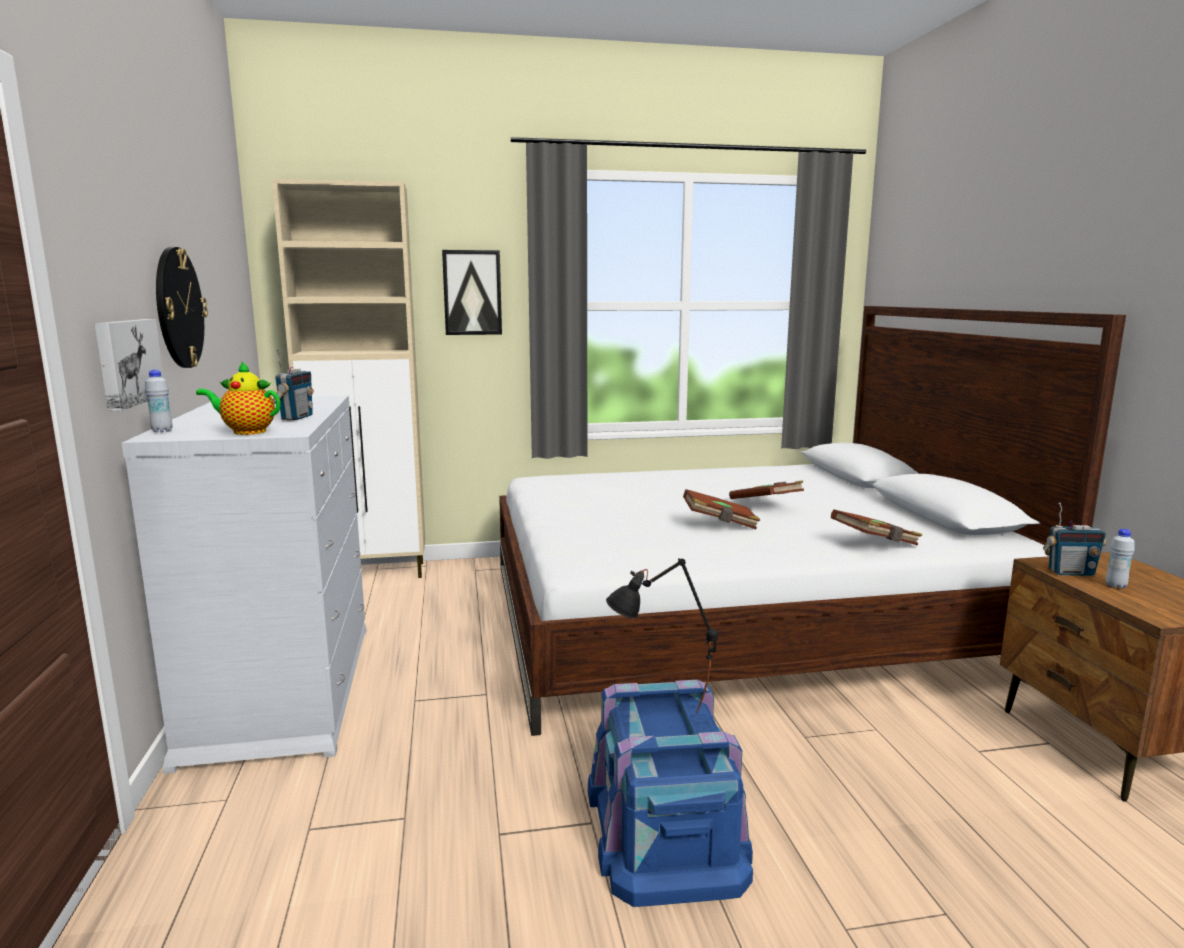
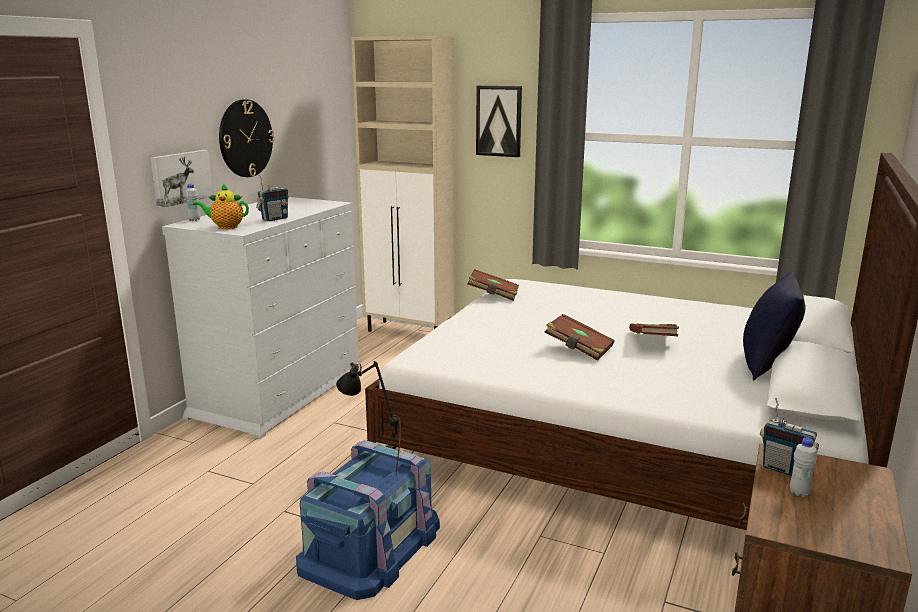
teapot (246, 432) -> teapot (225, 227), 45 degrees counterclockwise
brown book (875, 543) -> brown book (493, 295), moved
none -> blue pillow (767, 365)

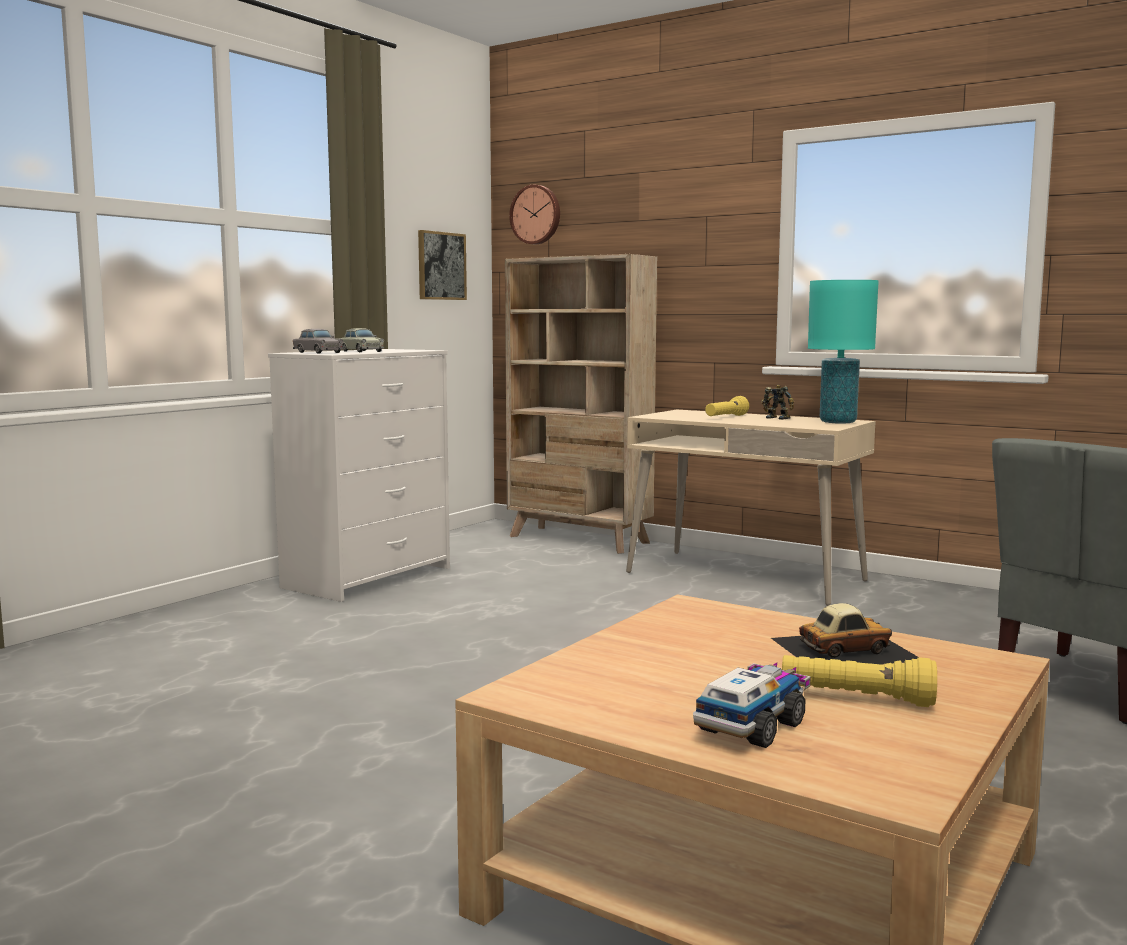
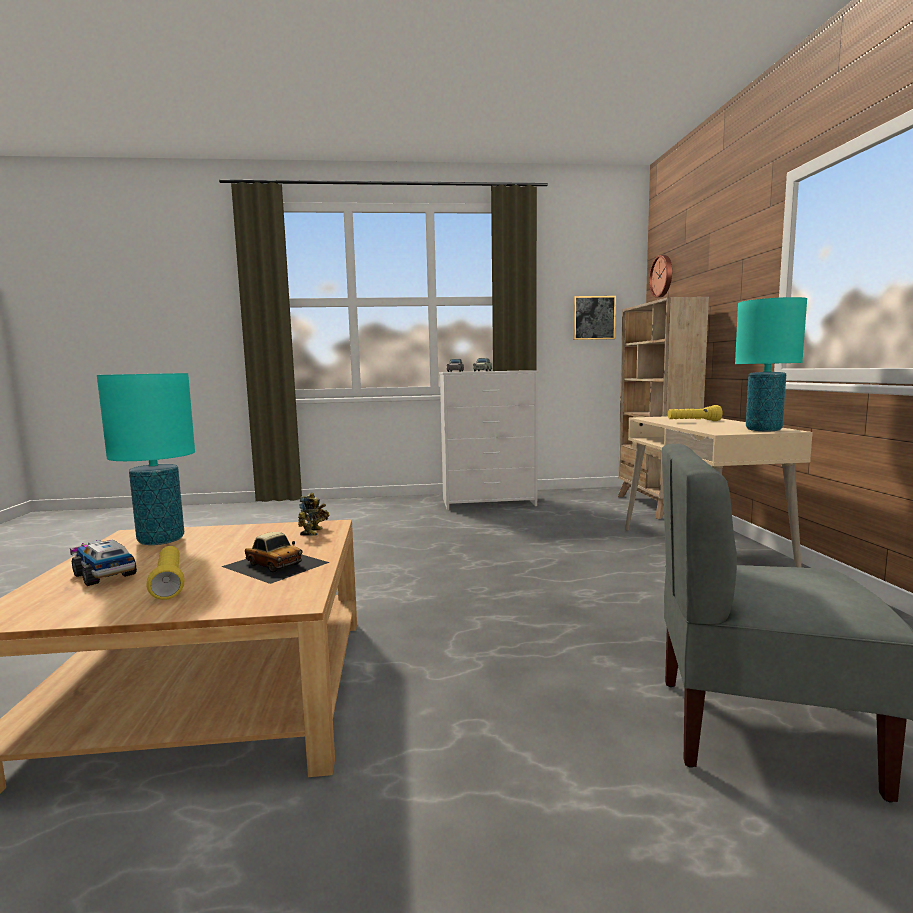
toy truck (752, 725) -> toy truck (104, 574), 135 degrees counterclockwise
toy robot (778, 418) -> toy robot (314, 532), moved
none -> turquoise table lamp (161, 540)

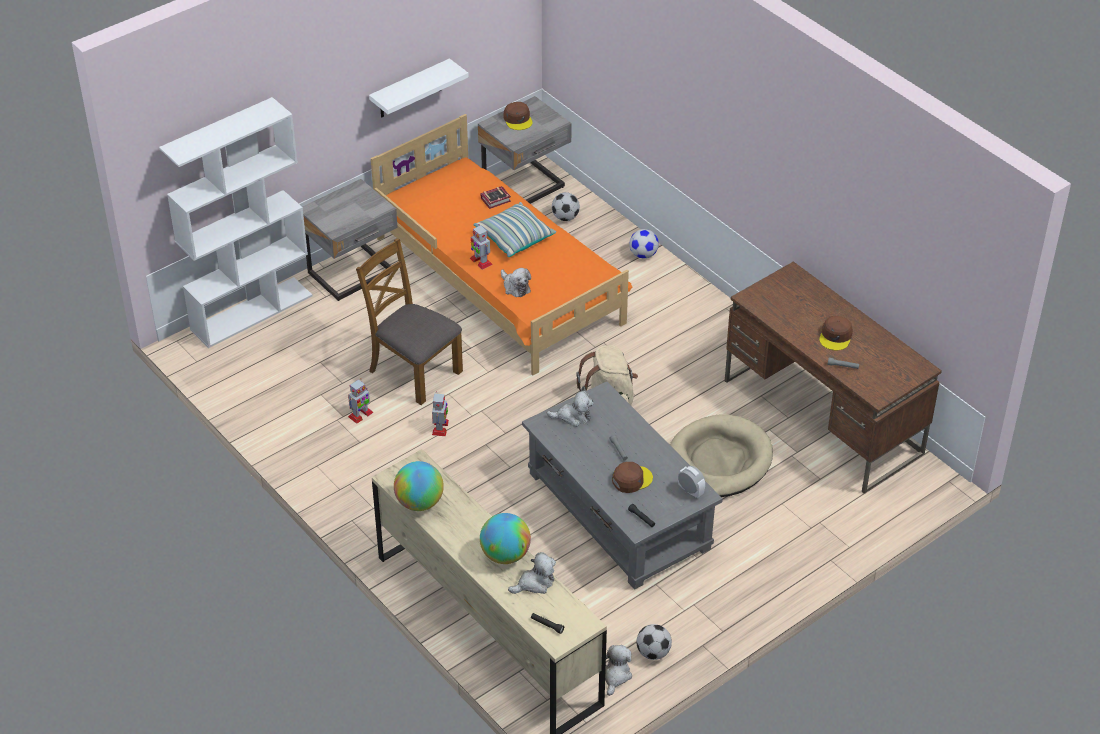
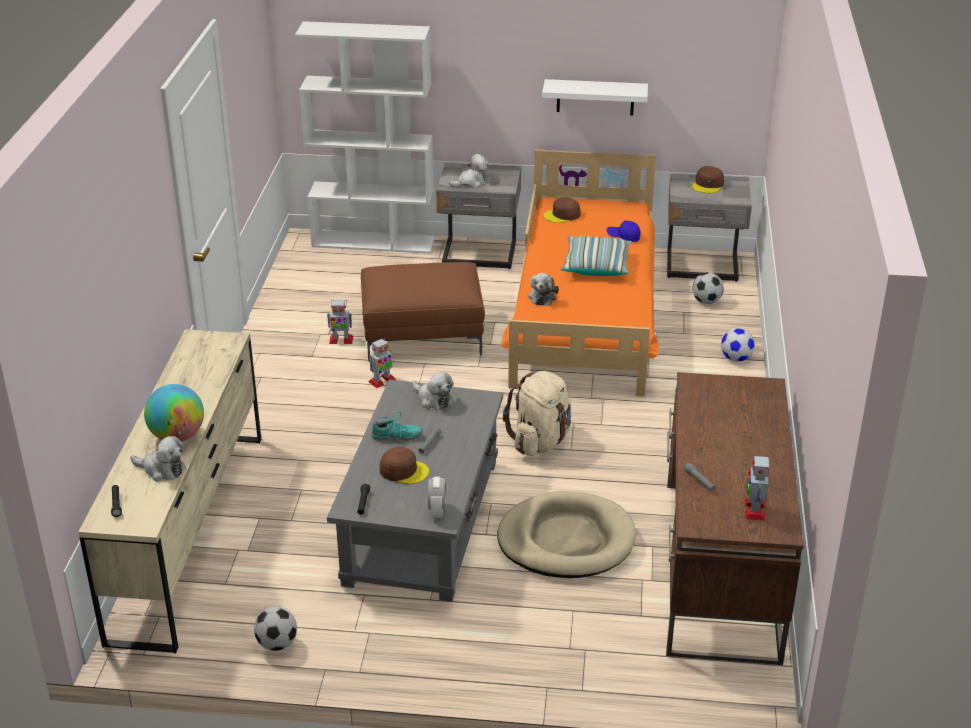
brown chair (414, 371) -> brown ottoman (423, 335)
globe (419, 502) -> none
toy robot (480, 261) -> toy robot (754, 509), moved
book (497, 200) -> blue cap (623, 237)
plush toy (616, 675) -> plush toy (471, 182), moved
brown cap (836, 336) -> brown cap (562, 215), moved
none -> turquoise shoe (396, 436)

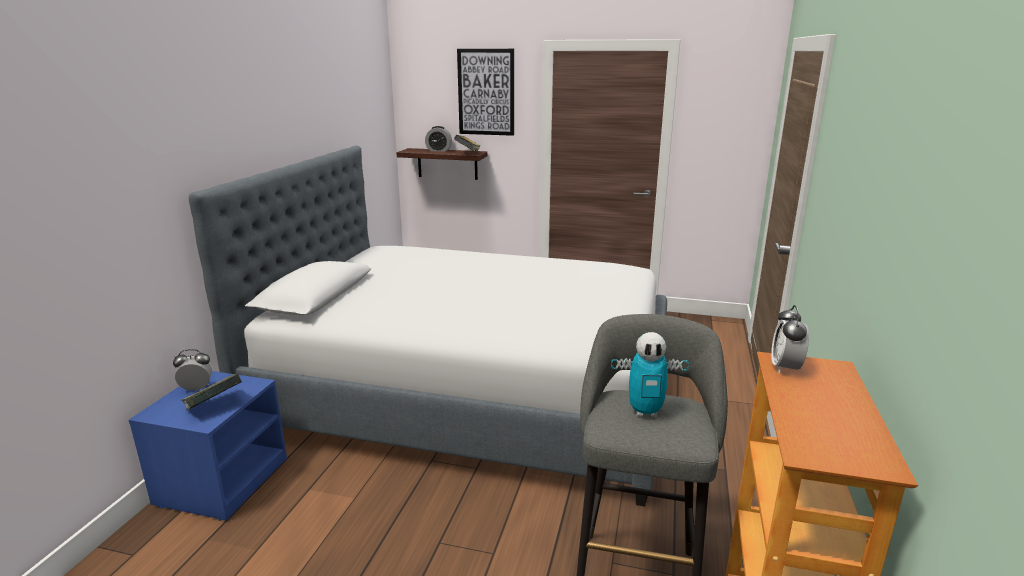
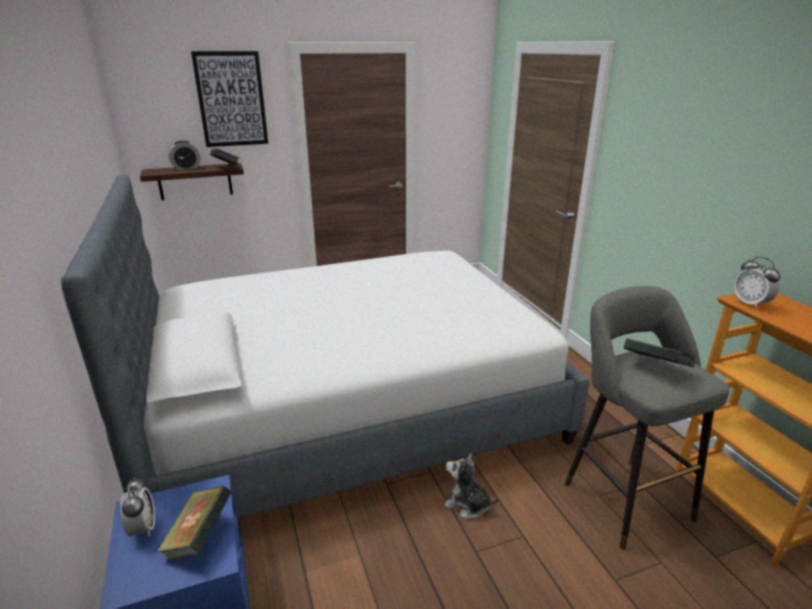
alarm clock (197, 389) -> alarm clock (143, 528), 120 degrees clockwise
toy robot (645, 412) -> book (655, 368)
none -> plush toy (467, 505)

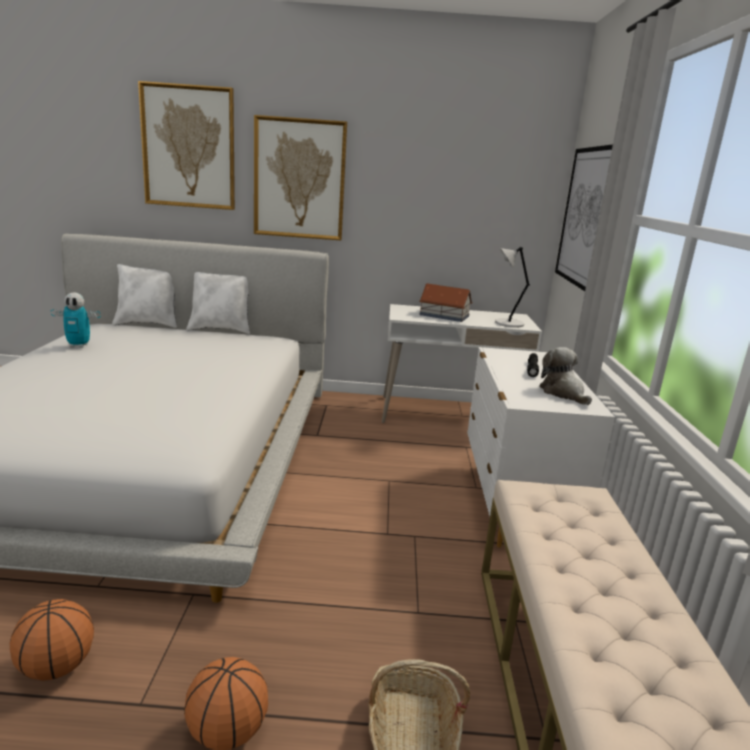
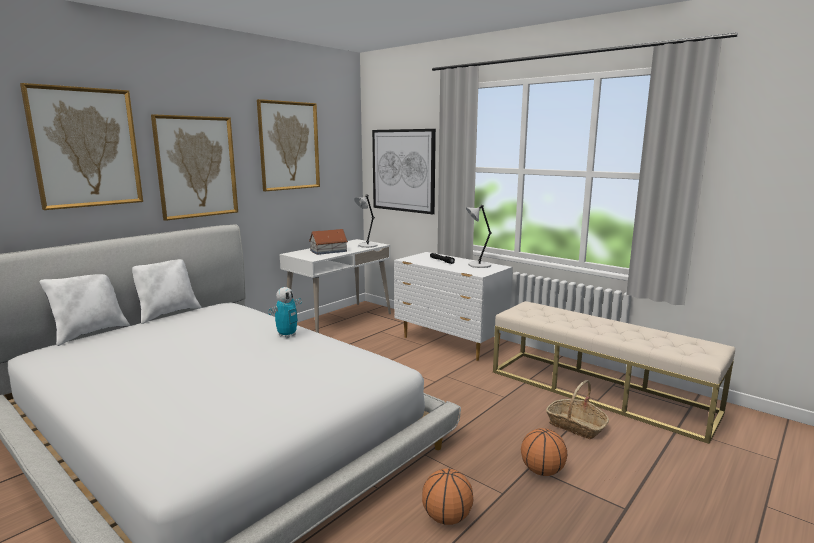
toy robot (79, 346) -> toy robot (287, 335), moved
plush toy (563, 393) -> grey table lamp (478, 265)
none -> picture (289, 146)

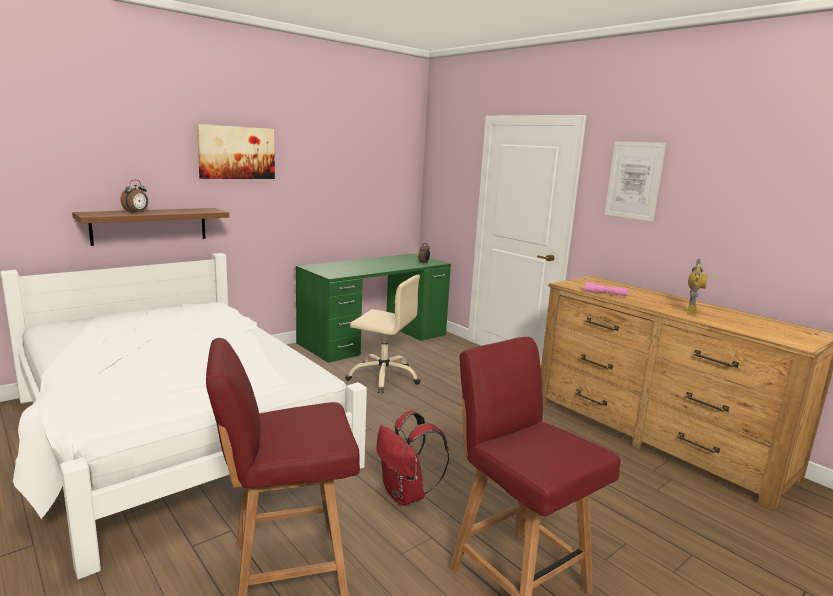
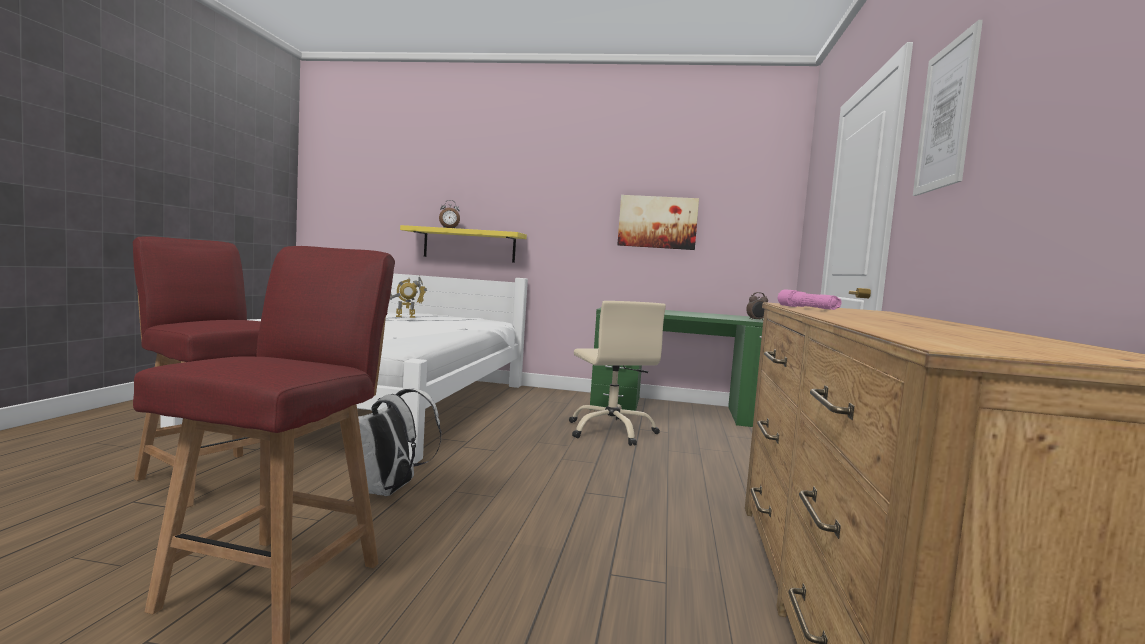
brown shelf (150, 225) -> yellow shelf (469, 245)
picture (236, 152) -> picture (657, 222), moved
red backpack (406, 495) -> white backpack (388, 491)
toy robot (691, 312) -> toy robot (405, 316), moved

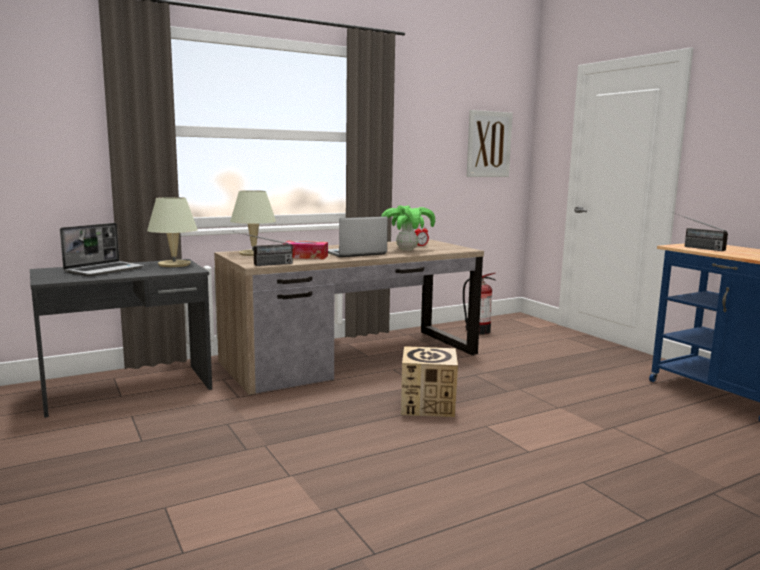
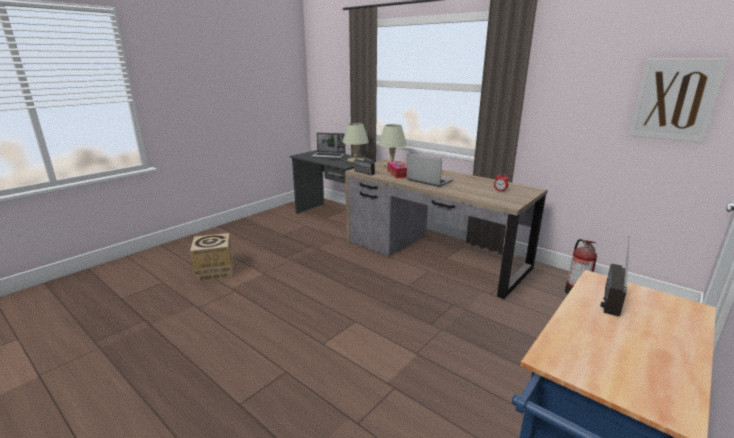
potted plant (406, 250) -> none
cardboard box (428, 405) -> cardboard box (215, 271), moved

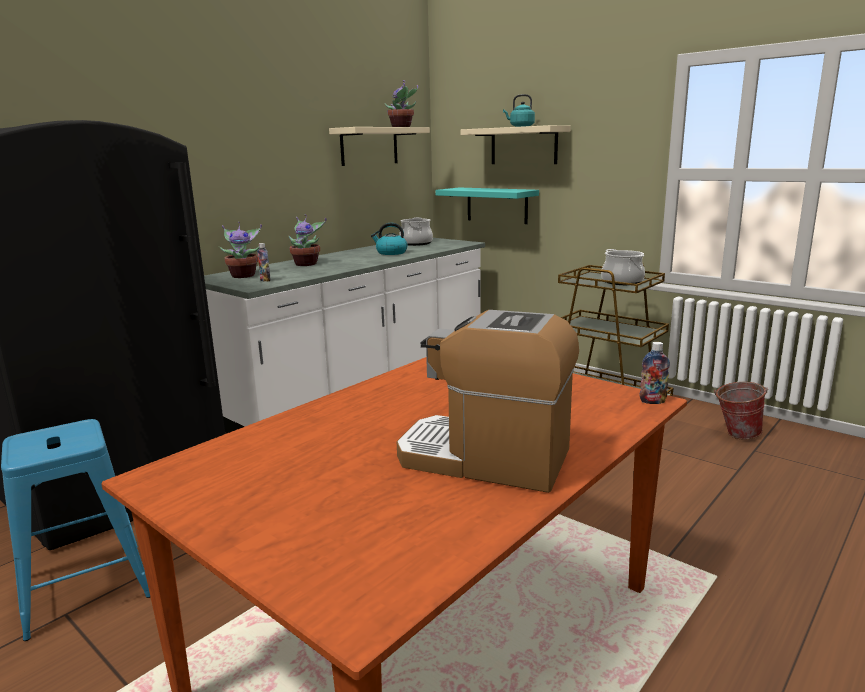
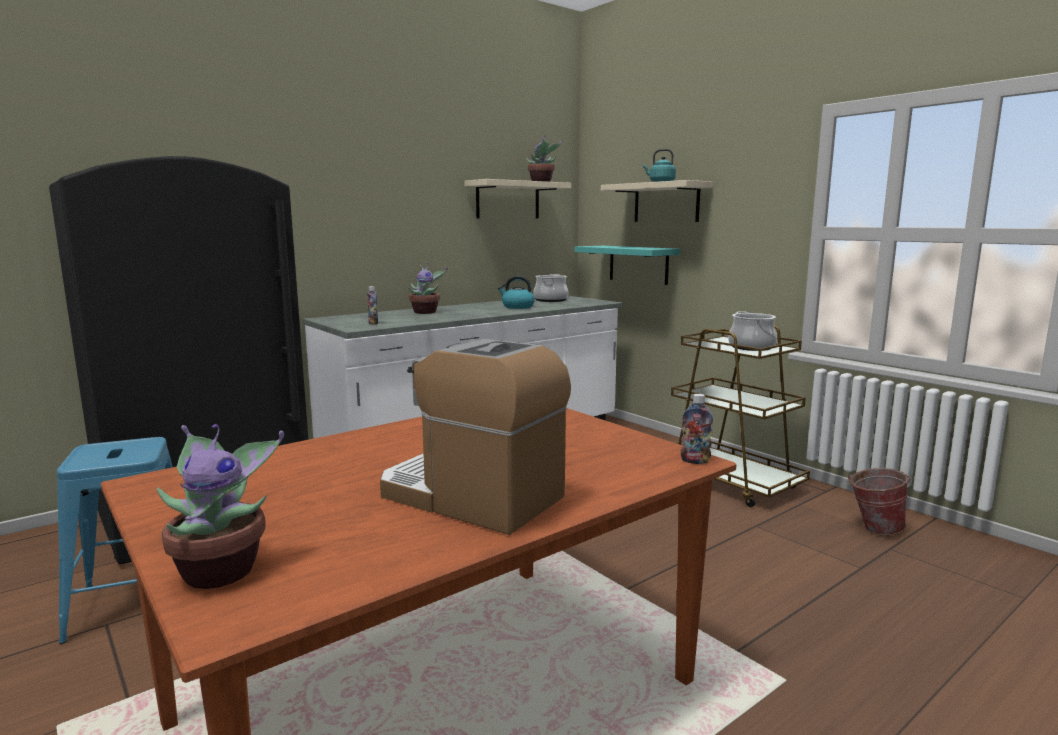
potted plant (244, 275) -> potted plant (223, 570), moved

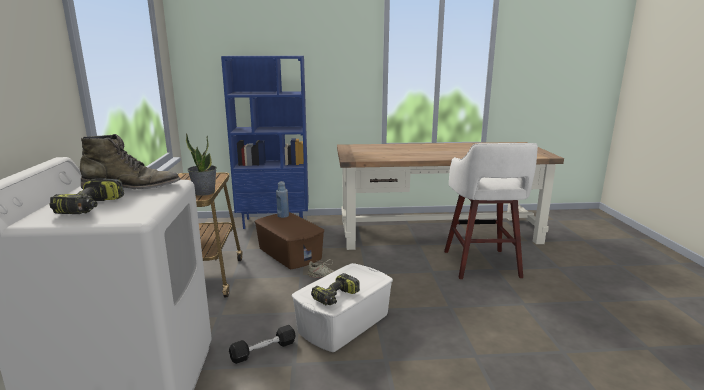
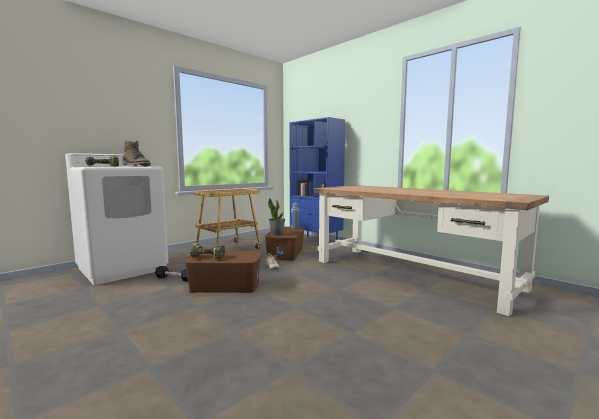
potted plant (204, 192) -> potted plant (277, 234), moved
white storage box (343, 323) -> brown storage box (225, 285)
white stool (481, 265) -> none

